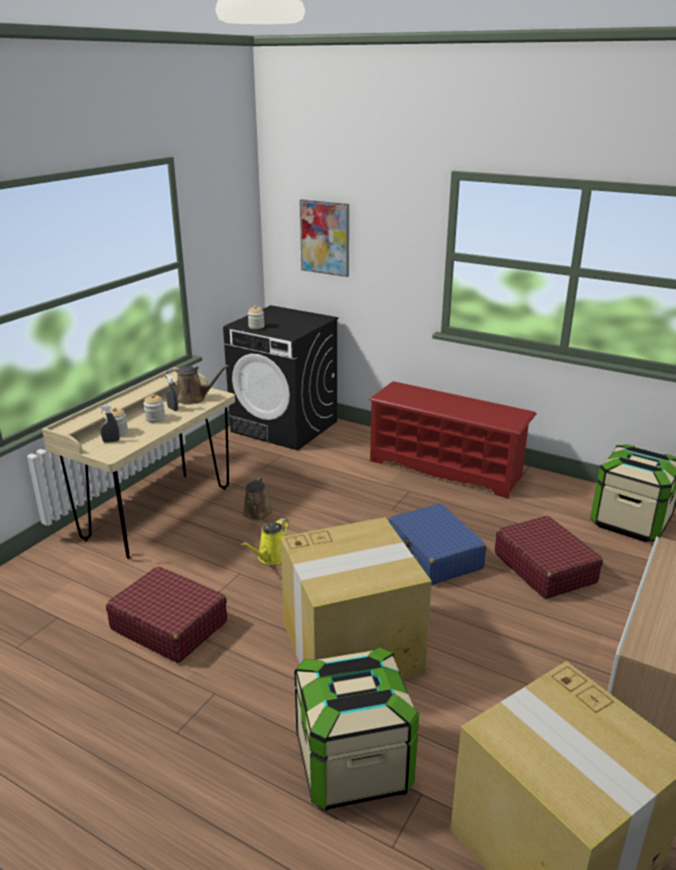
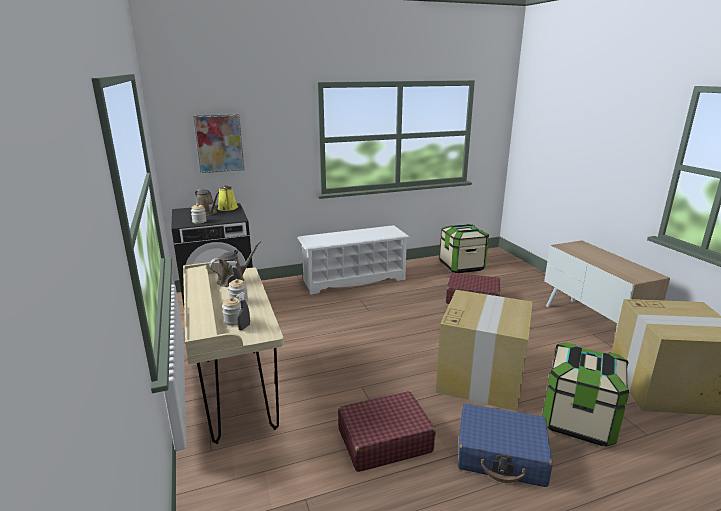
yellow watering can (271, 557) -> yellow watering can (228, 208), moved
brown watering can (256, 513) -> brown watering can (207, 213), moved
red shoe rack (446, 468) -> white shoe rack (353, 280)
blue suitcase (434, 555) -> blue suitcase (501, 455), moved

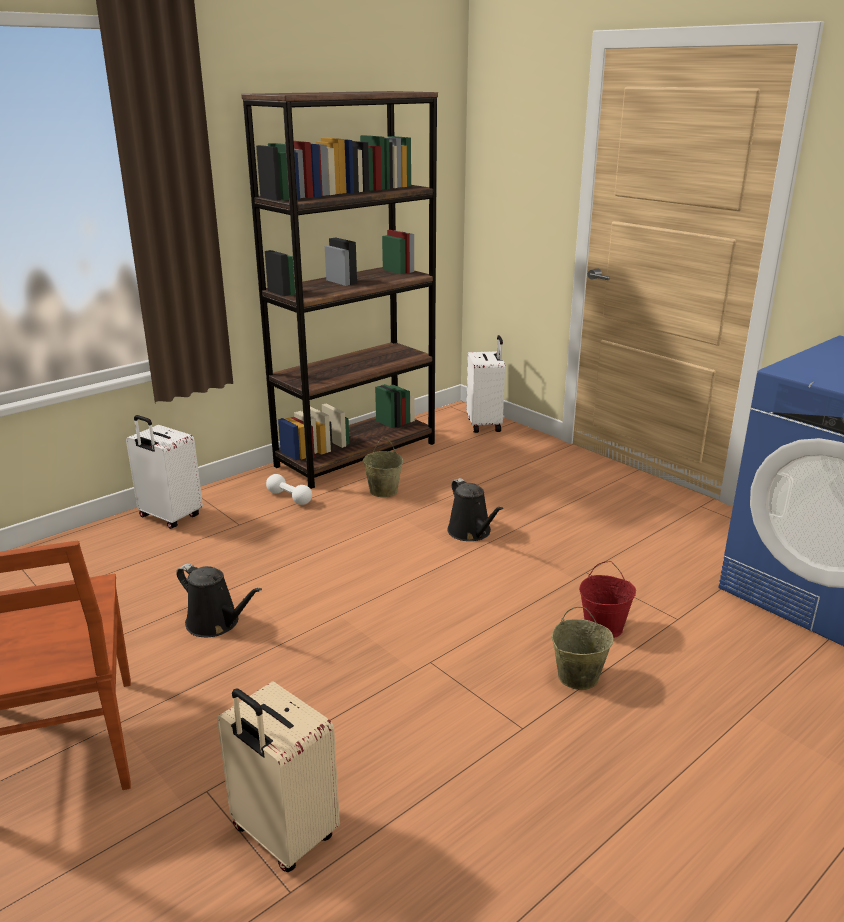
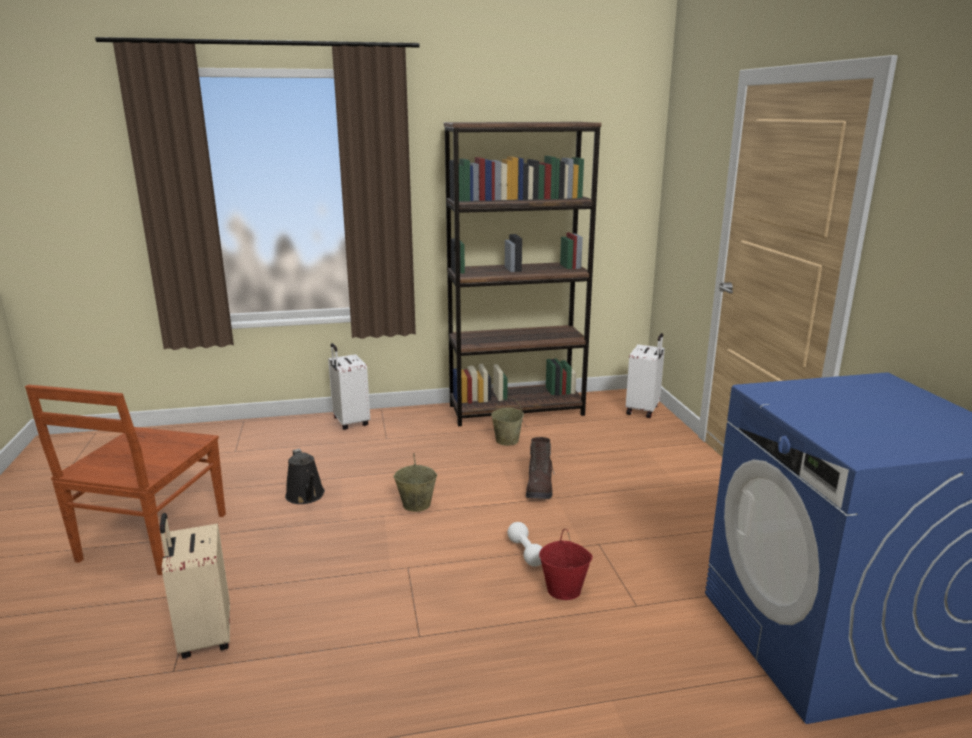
white dumbbell (289, 498) -> white dumbbell (525, 552), moved
black watering can (471, 532) -> brown boot (539, 487)
beige bucket (577, 677) -> beige bucket (416, 504), moved

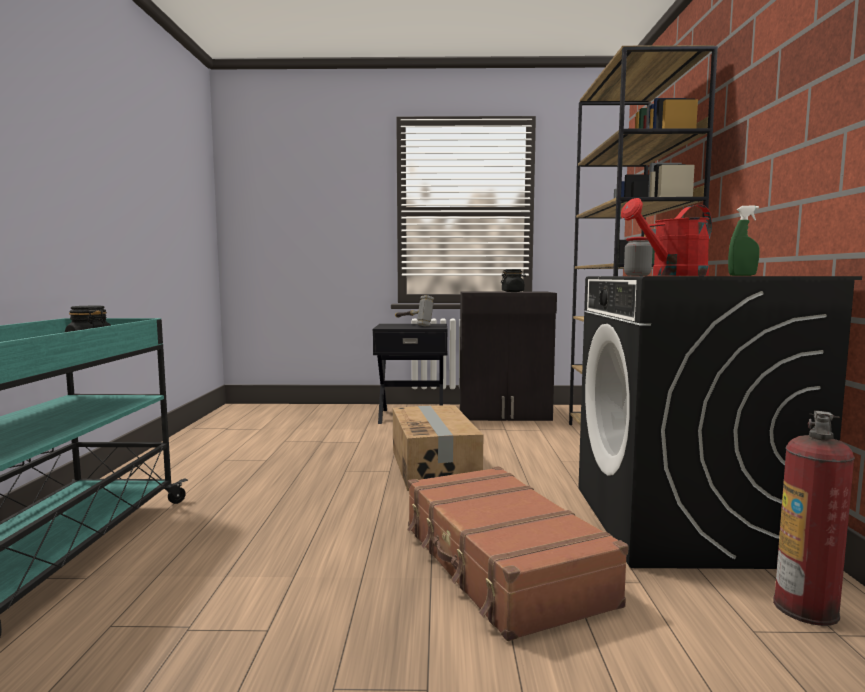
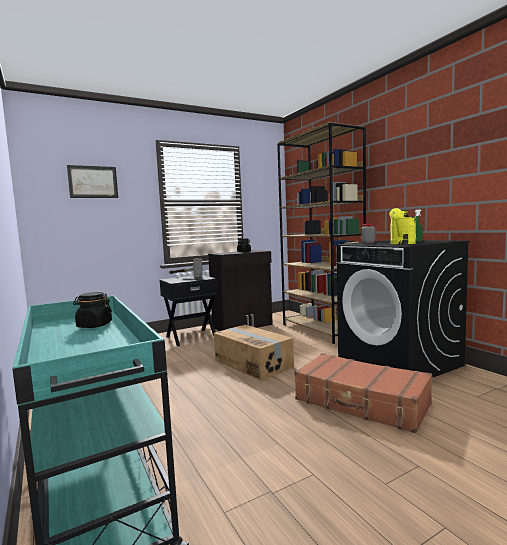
red watering can (672, 275) -> yellow watering can (402, 243)
fire extinguisher (806, 609) -> none
none -> picture (93, 182)

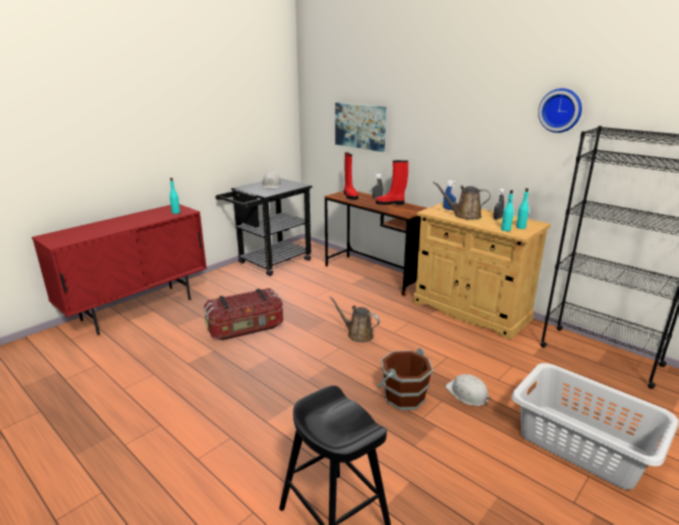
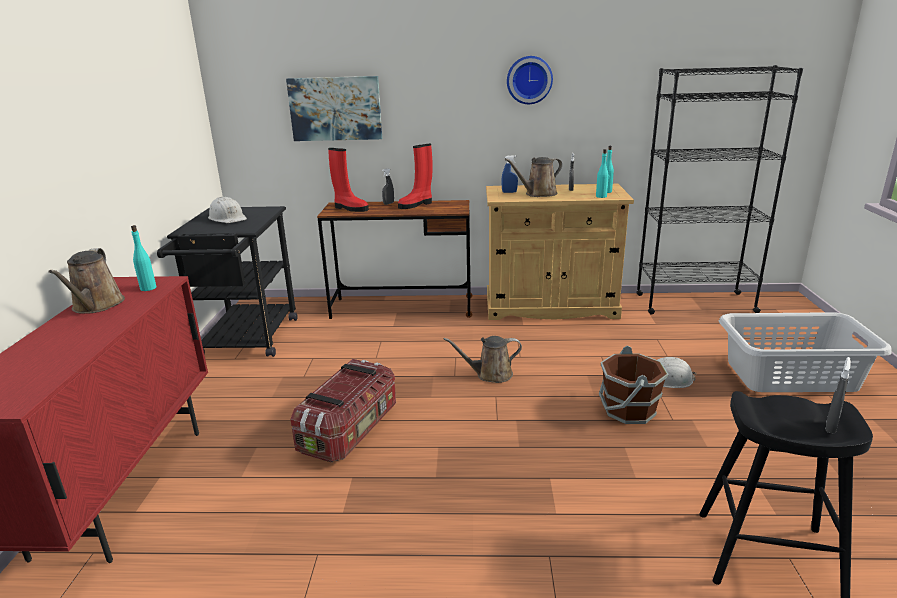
wall clock (561, 110) -> wall clock (529, 80), moved
none -> brown watering can (96, 306)
none -> grey spray bottle (831, 427)

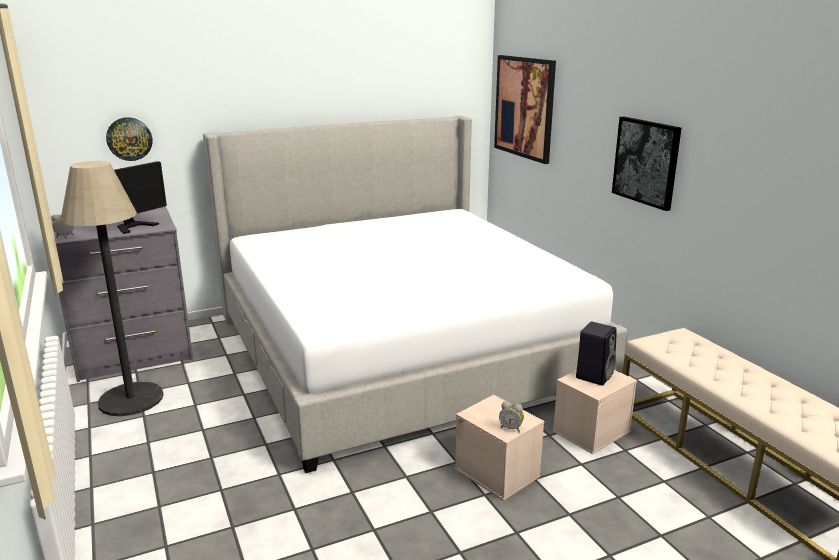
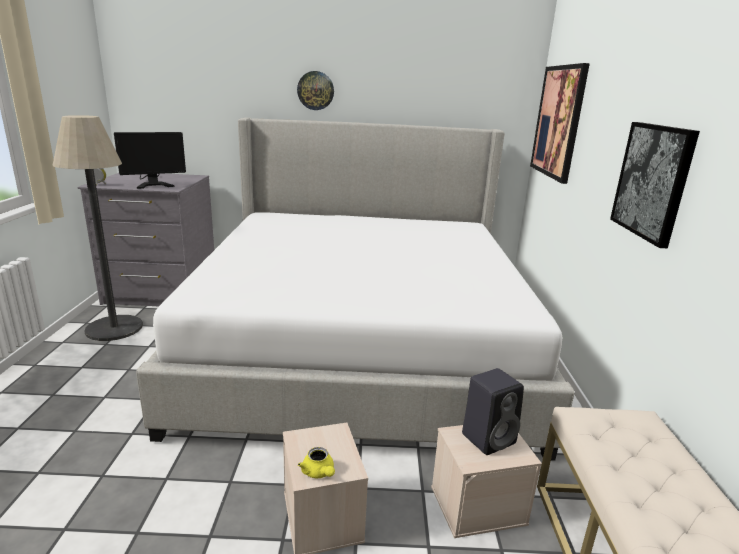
wall clock (129, 139) -> wall clock (315, 90), moved
alarm clock (511, 428) -> yellow teapot (319, 473)

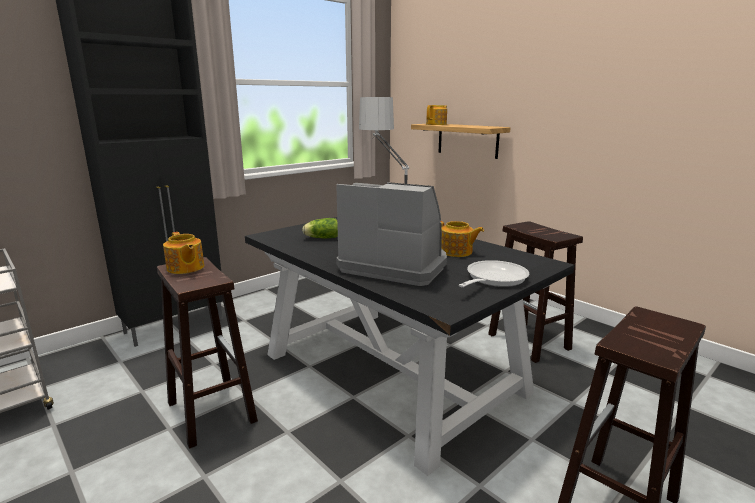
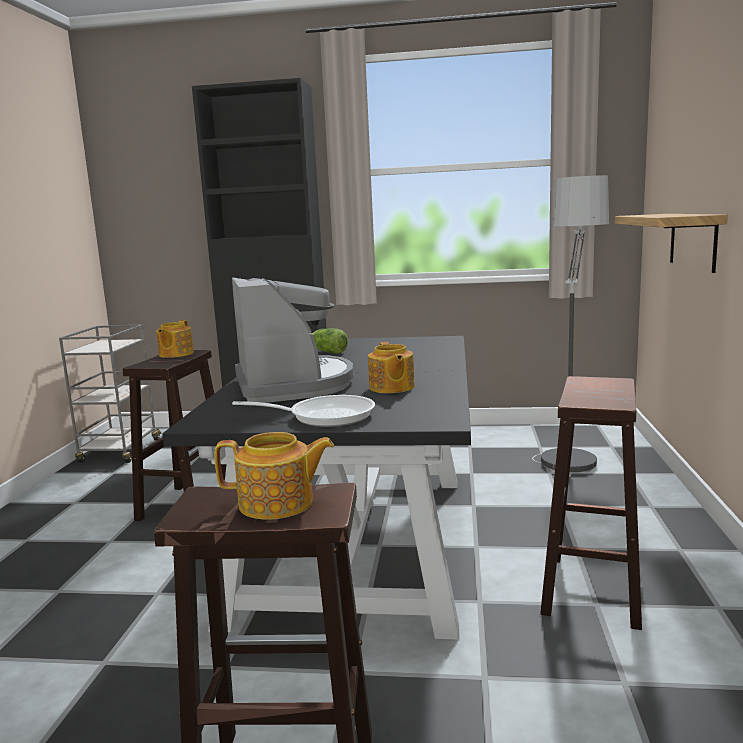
teapot (437, 124) -> teapot (278, 504), moved

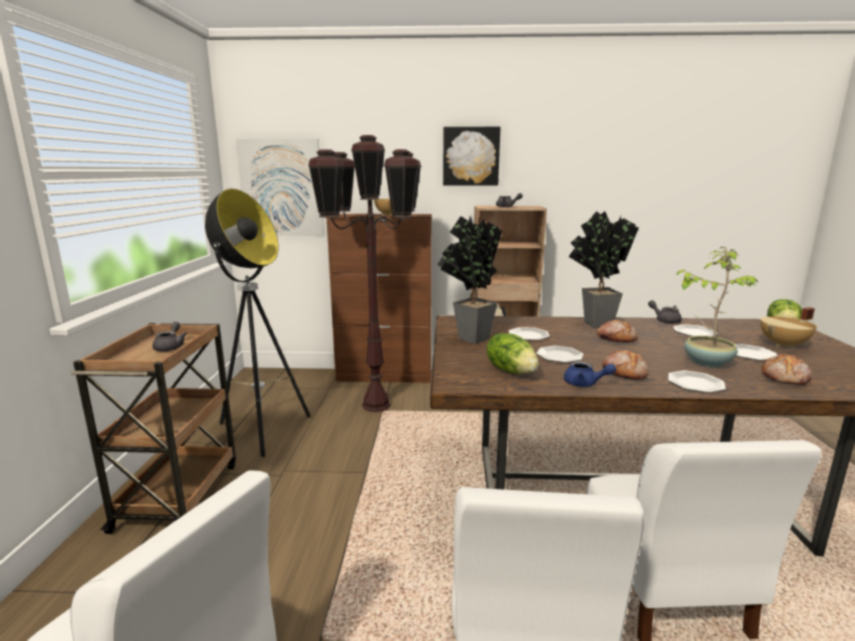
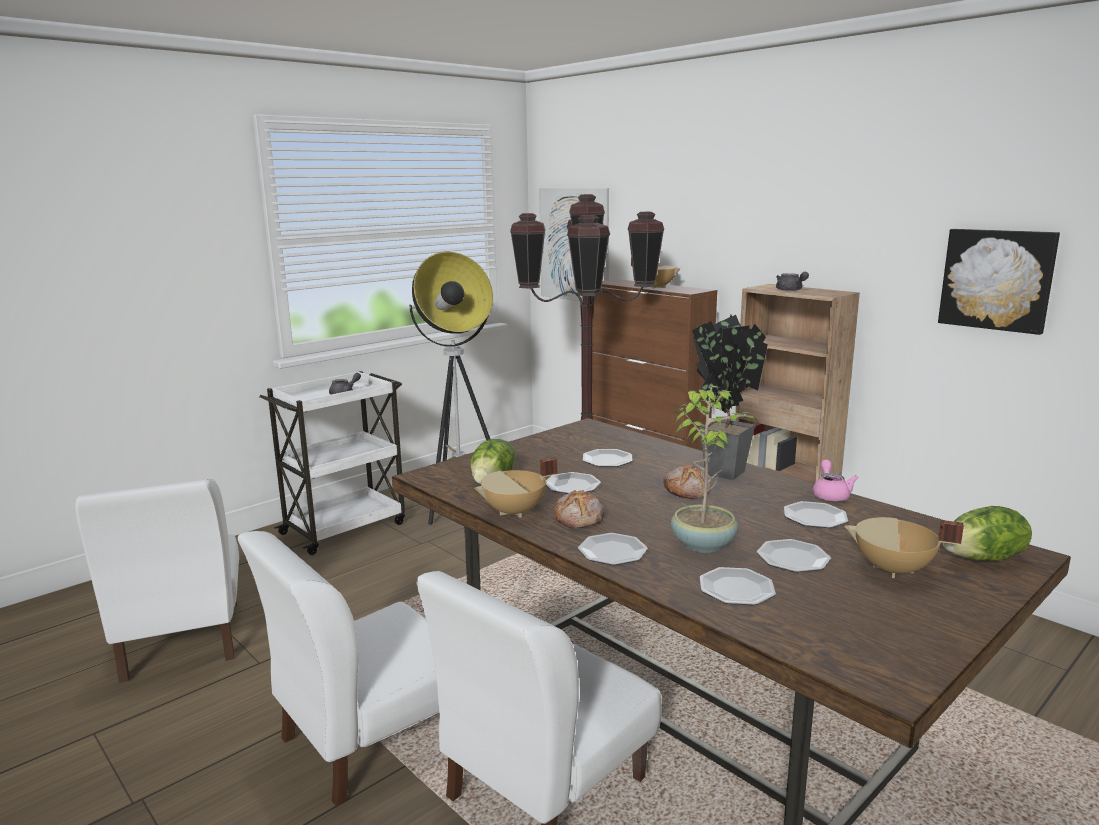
brown cart (179, 494) -> white cart (345, 527)
potted plant (468, 339) -> none
picture (471, 156) -> picture (997, 279), moved
blue teapot (585, 384) -> beige cooking pot (515, 512)
grey teapot (665, 320) -> pink teapot (830, 494)
bread (786, 378) -> plate (737, 589)

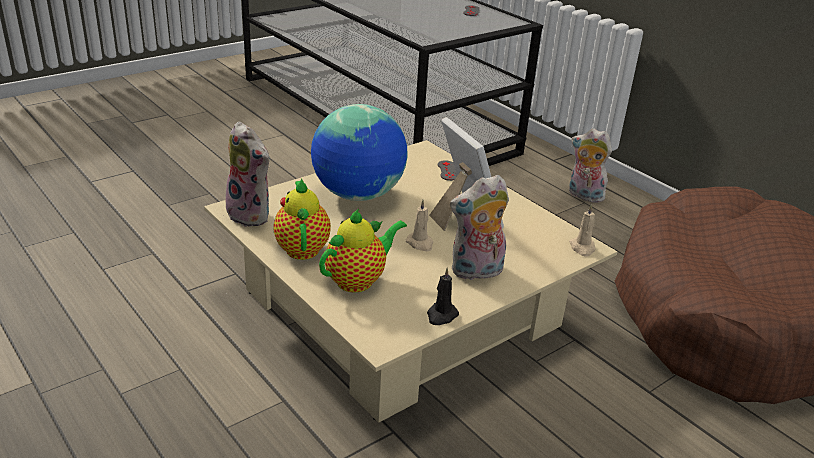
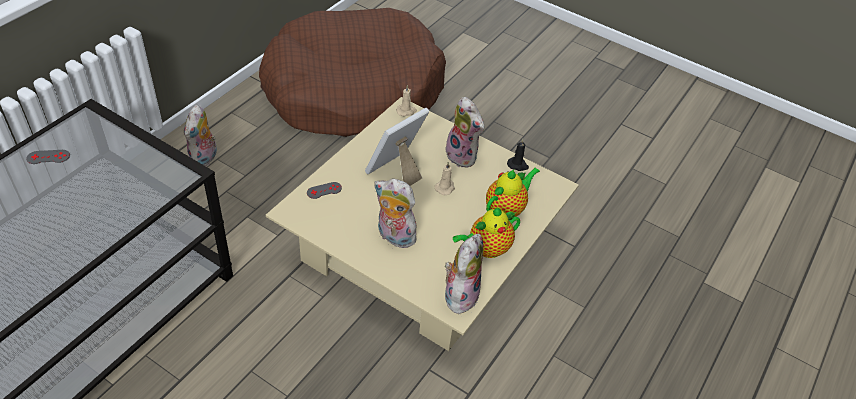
globe (358, 195) -> plush toy (393, 237)
teapot (358, 280) -> teapot (506, 209), 105 degrees clockwise

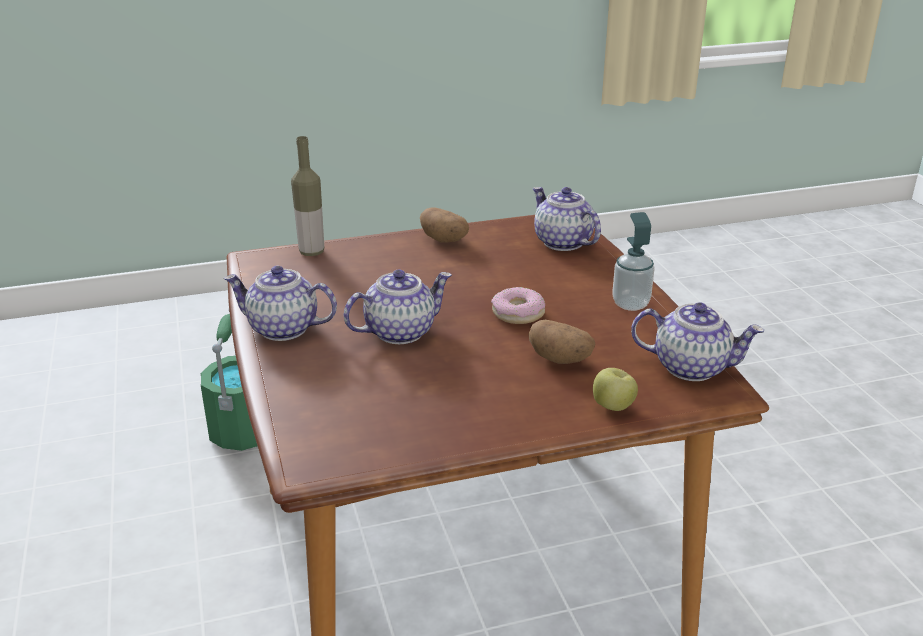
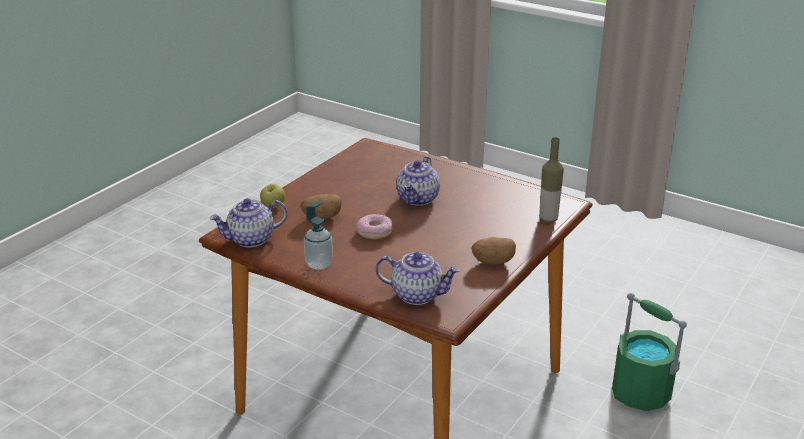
teapot (282, 329) -> none

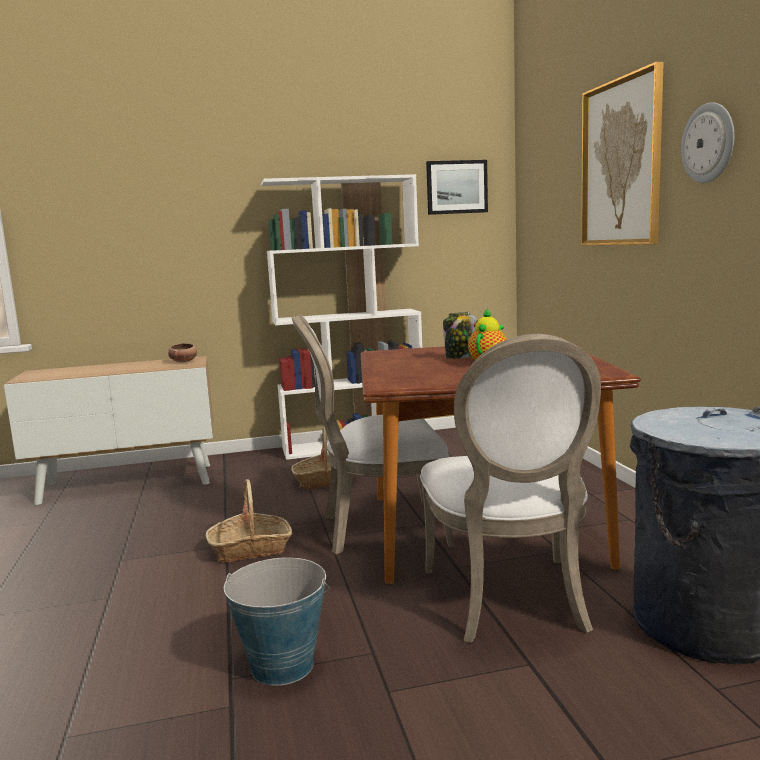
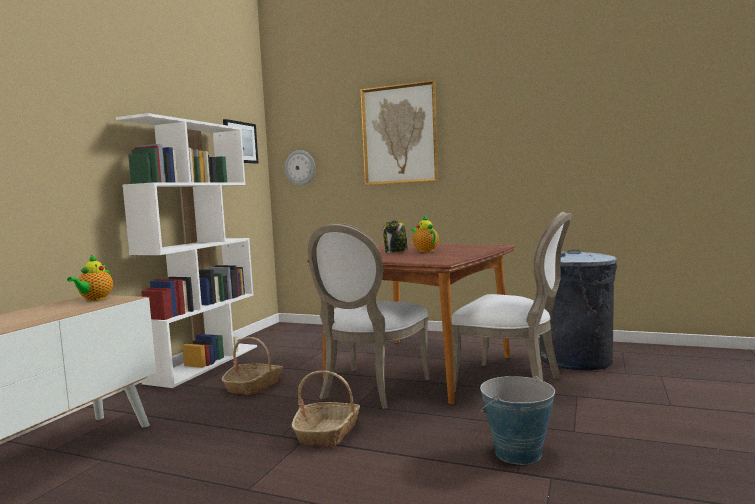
bowl (184, 361) -> teapot (94, 299)
wall clock (709, 143) -> wall clock (300, 168), moved

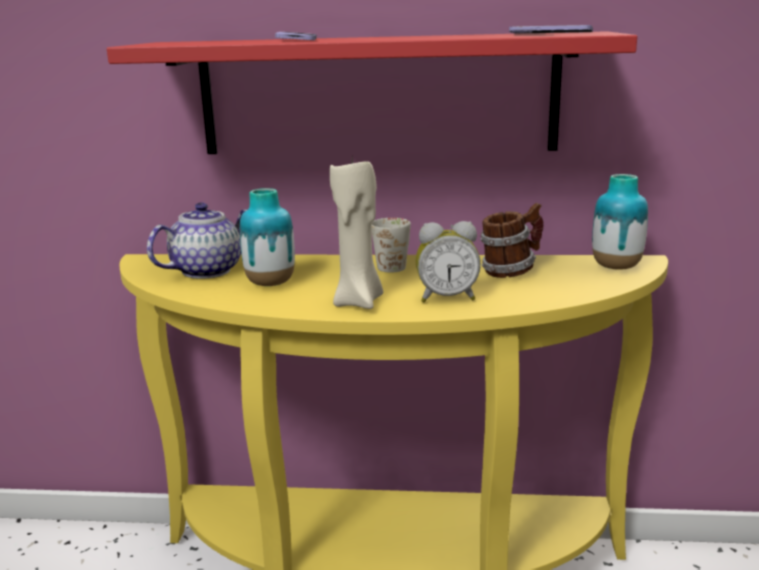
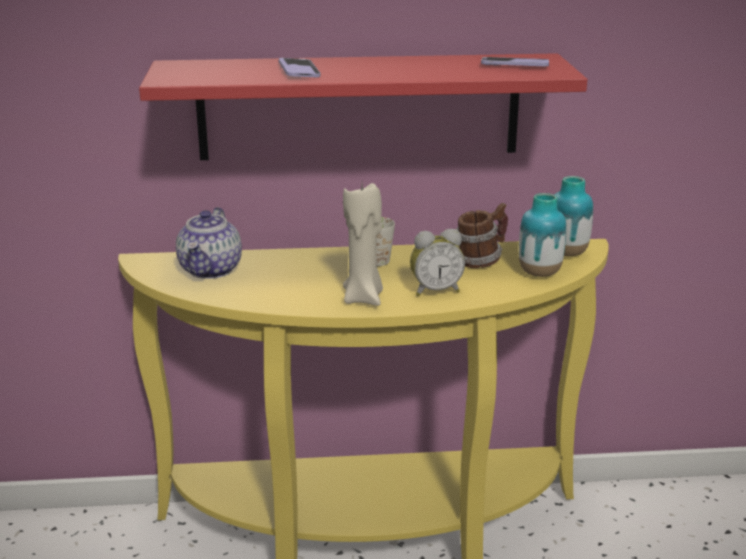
teapot (207, 270) -> teapot (211, 270), 150 degrees clockwise
vase (270, 283) -> vase (539, 273), moved

